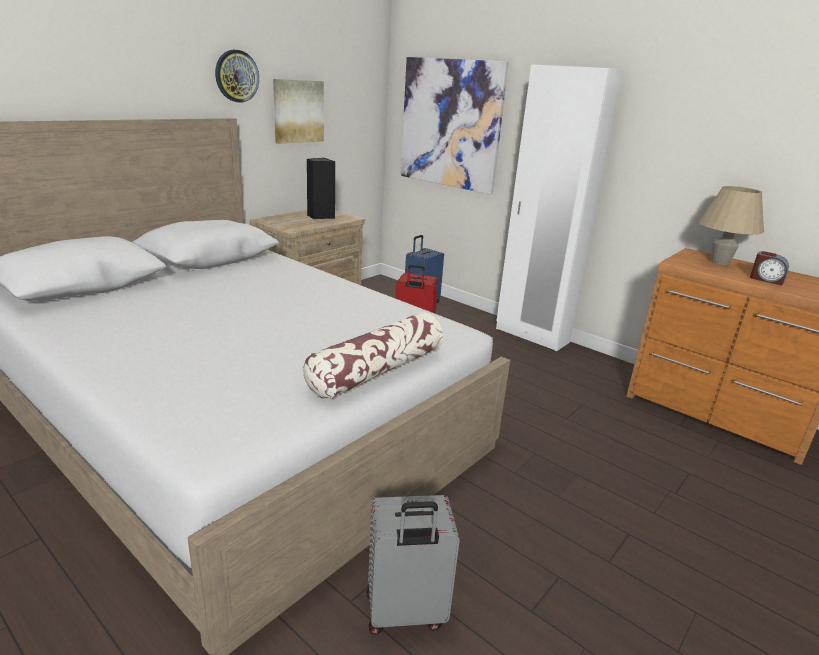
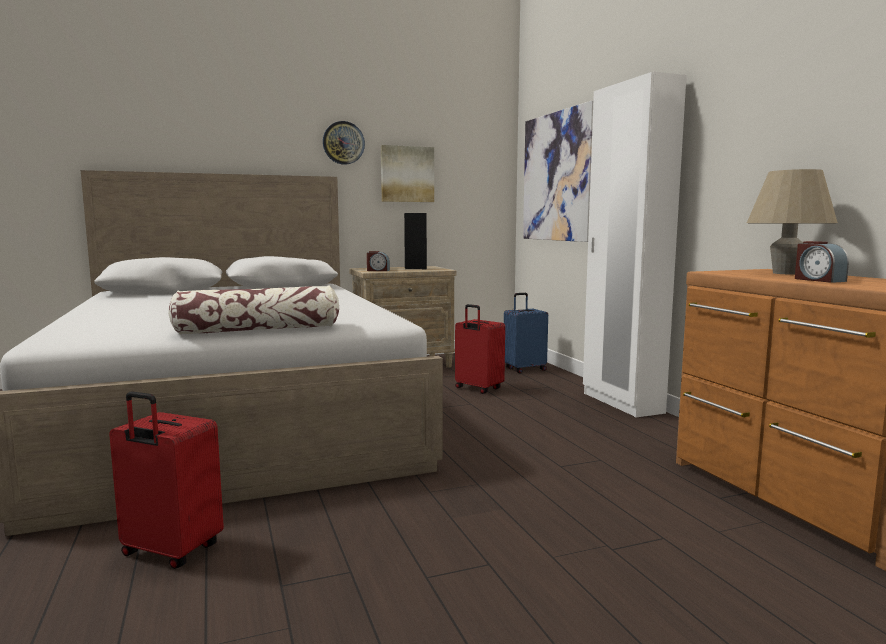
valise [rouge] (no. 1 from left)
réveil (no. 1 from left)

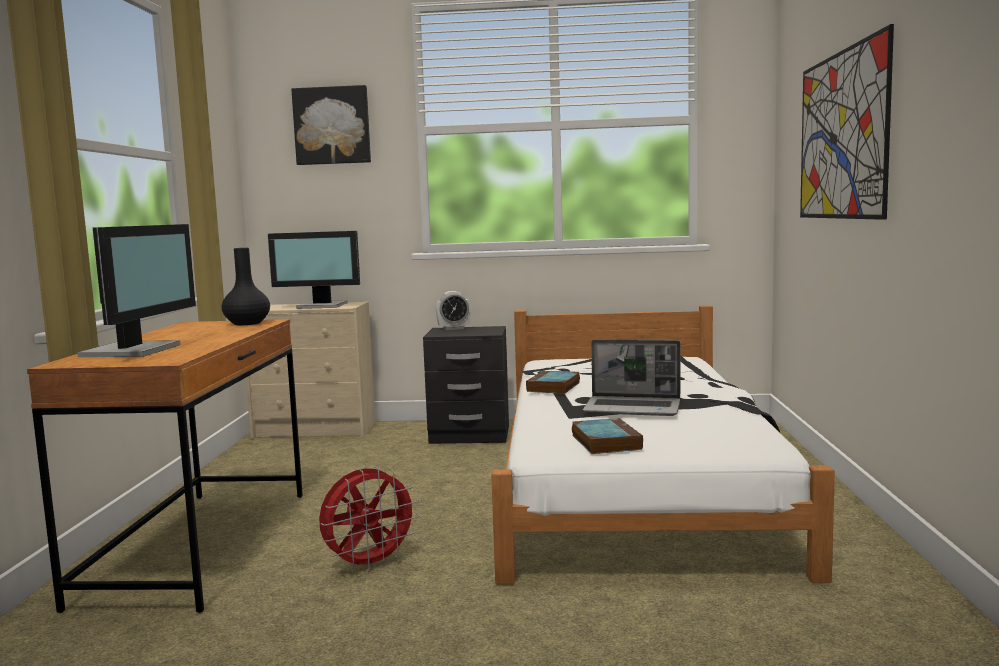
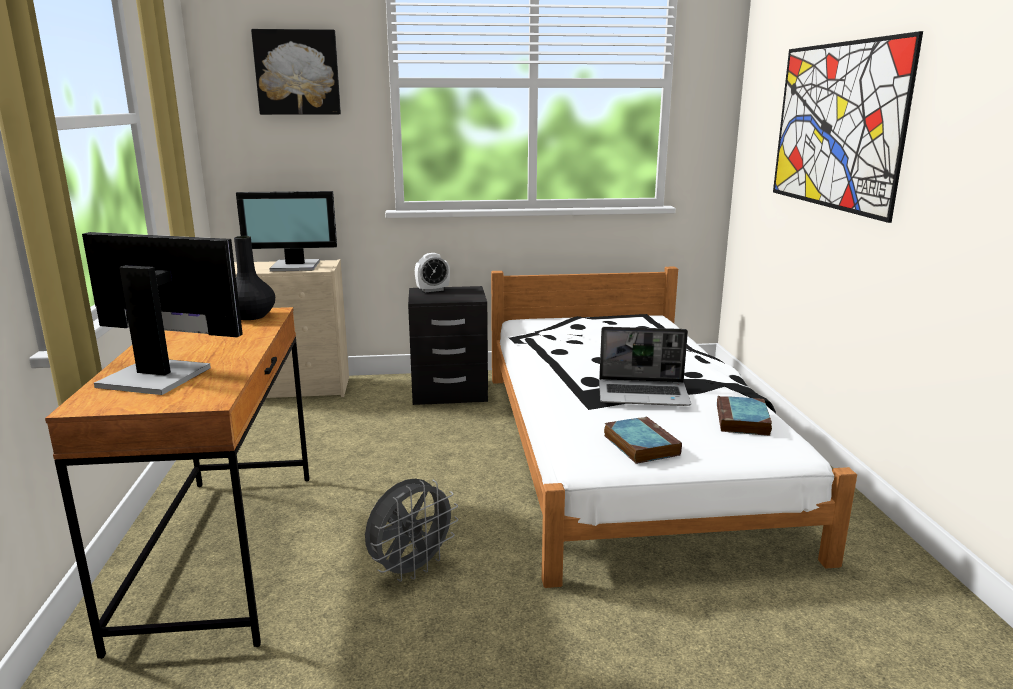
écran d'ordinateur (no. 1 from left)
livre (no. 2 from left)
ventilateur [gris]

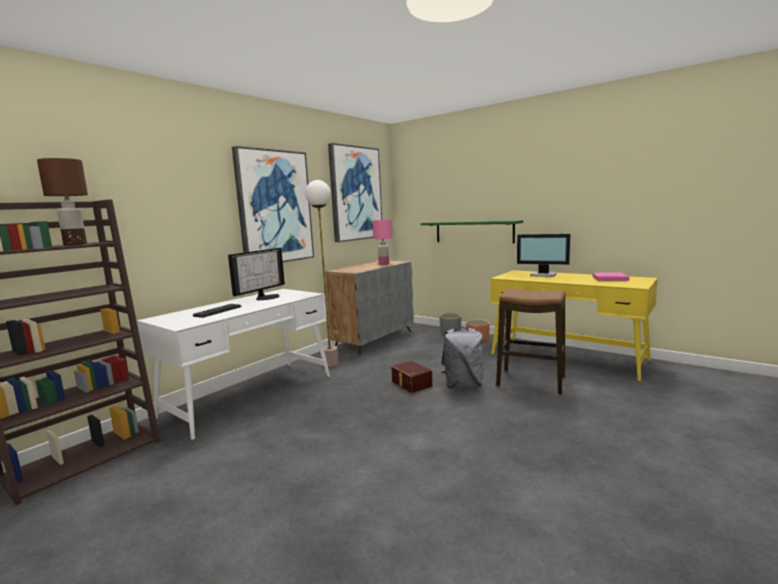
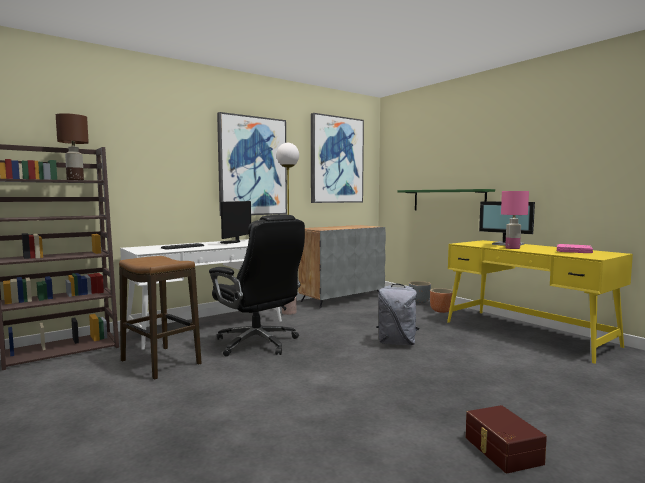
lampe de table [rose]
écran d'ordinateur (no. 1 from left)
tabouret
boîte de rangement [marron]
chaise de bureau [noir]

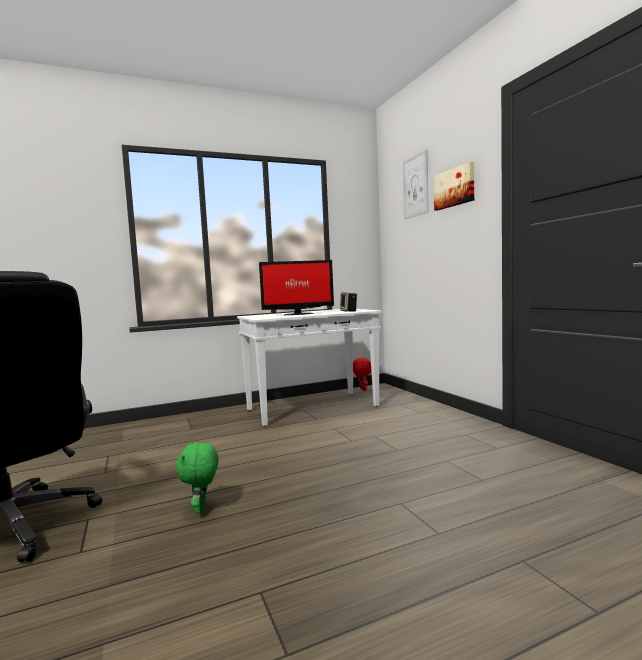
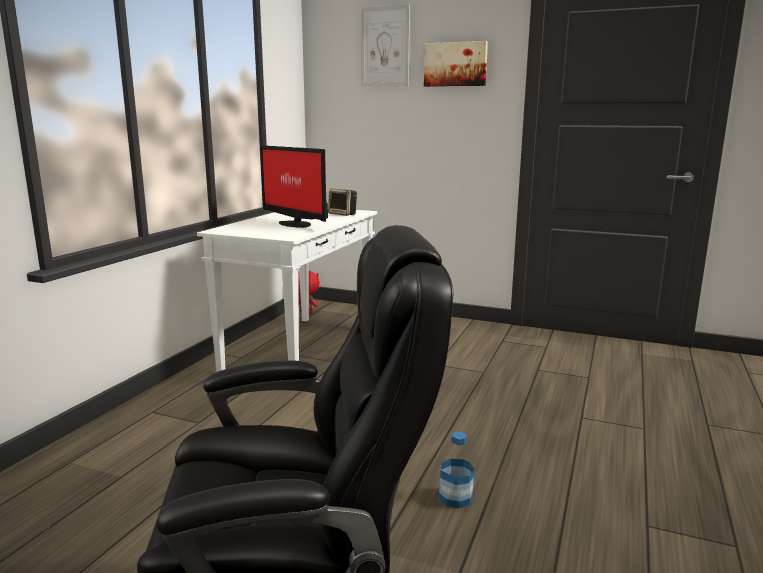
écran d'ordinateur
bouteille

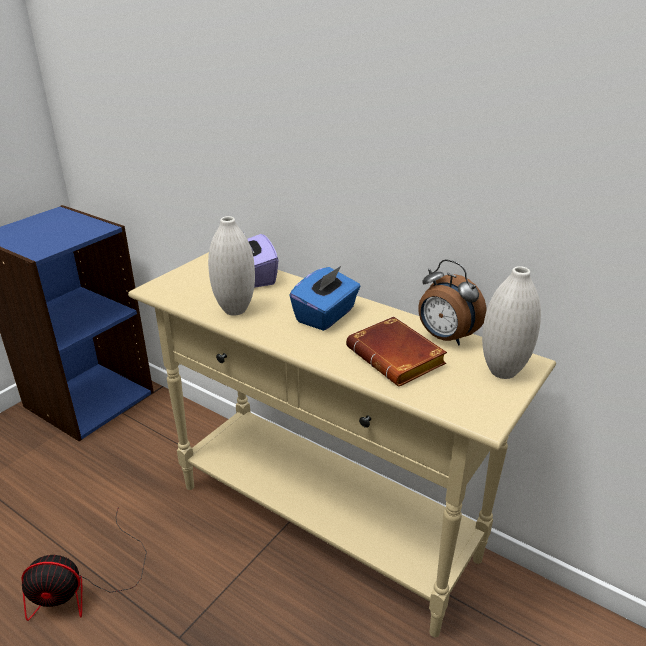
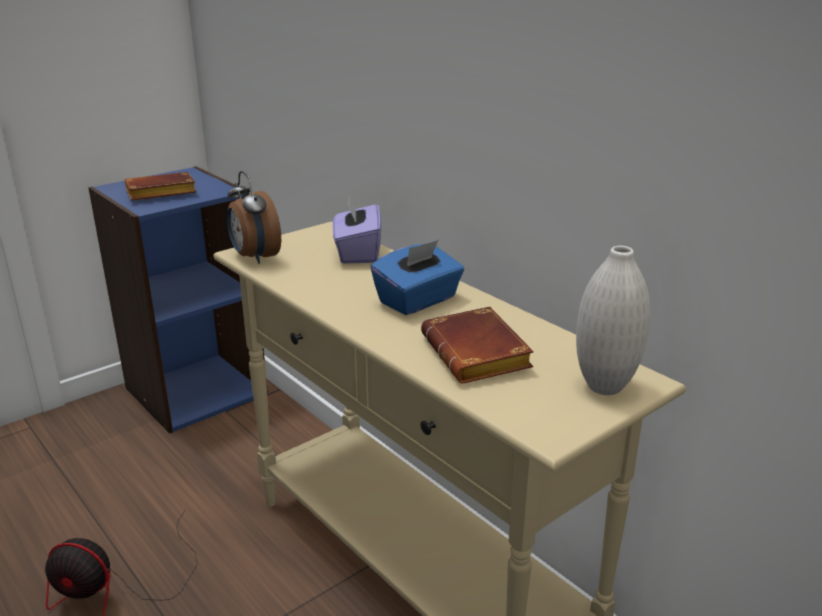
vase [blanc] (no. 1 from left in the first image)
réveil
livre [marron] (no. 1 from left)

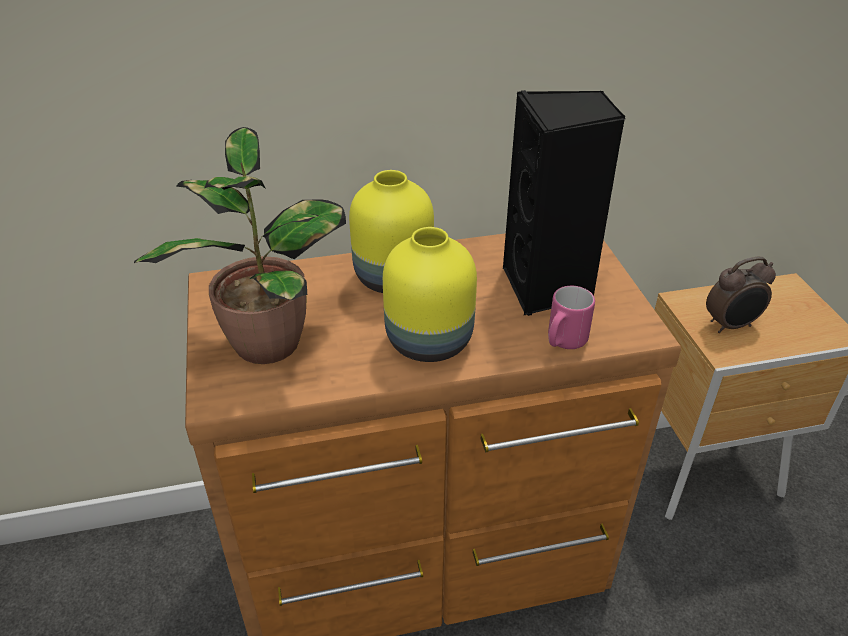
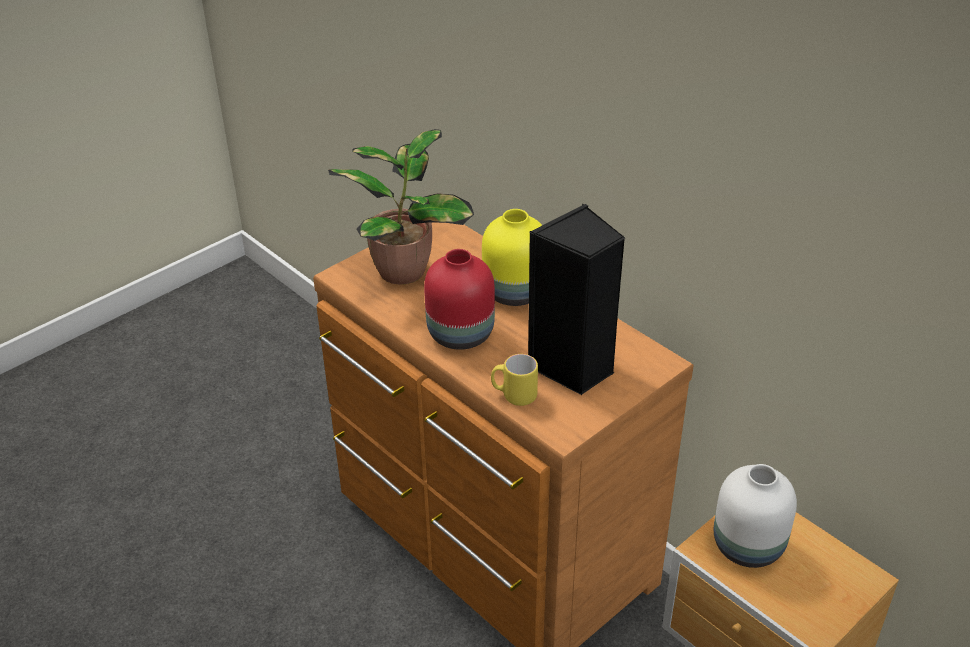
vase [rouge]
vase [blanc]
mug [jaune]

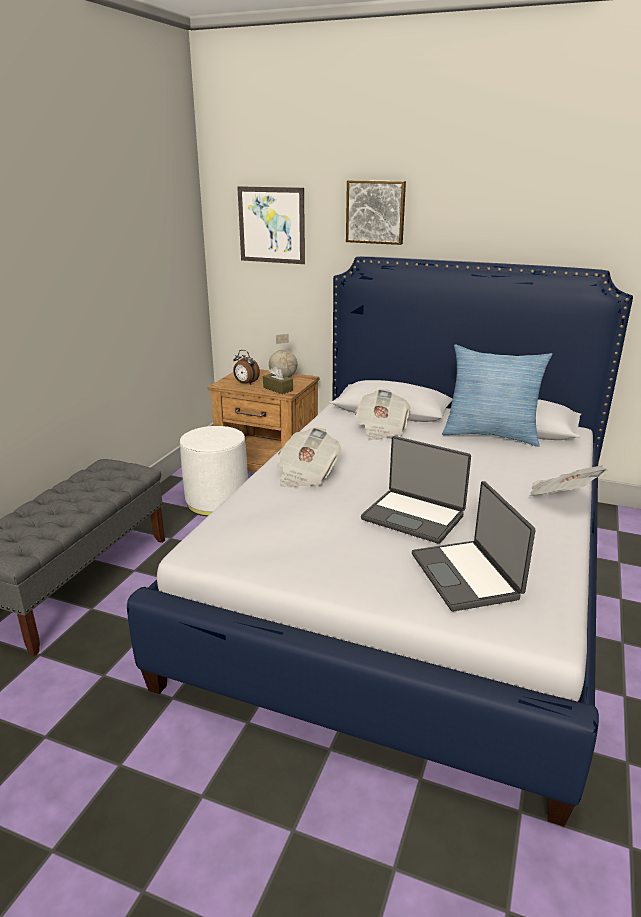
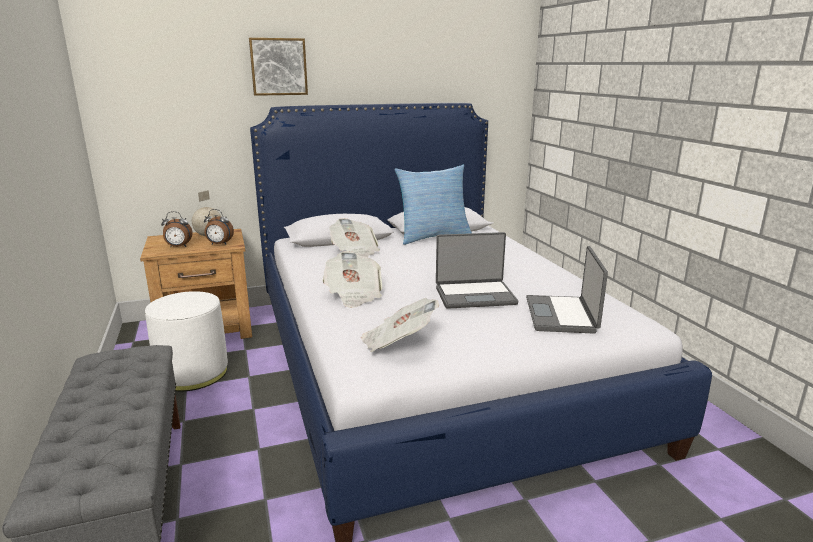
tableau (no. 1 from left in the first image)
réveil (no. 2 from left)
journal (no. 3 from left)
ordinateur portable (no. 2 from left)

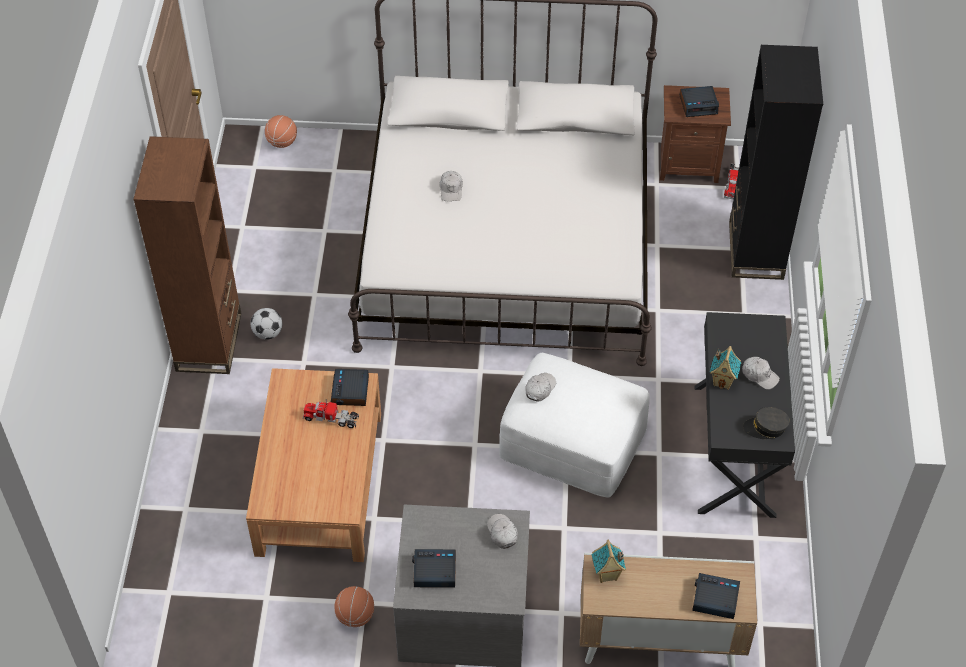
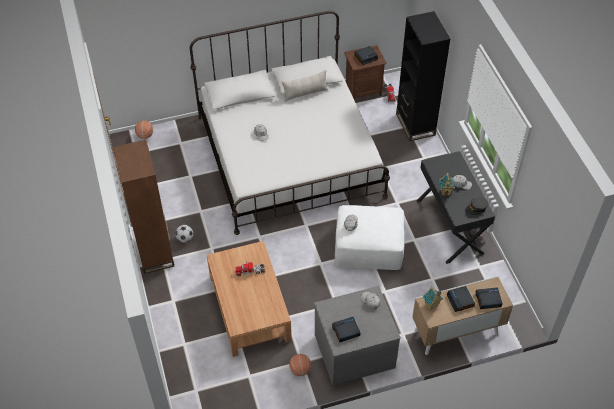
réveil (no. 3 from left)
coussin [beige]

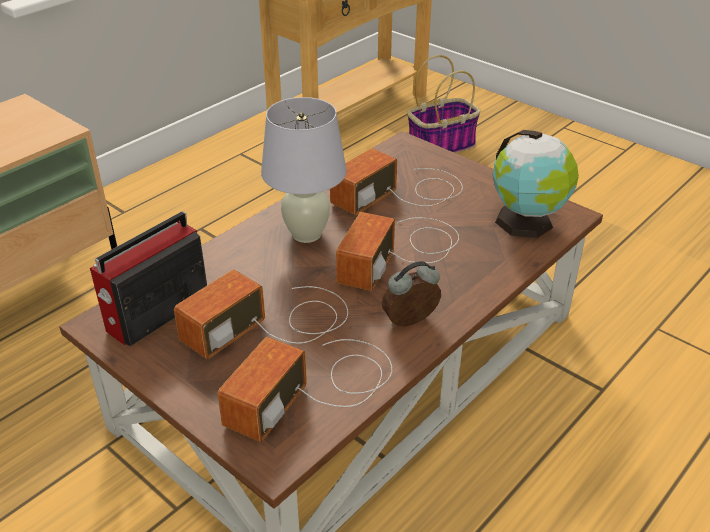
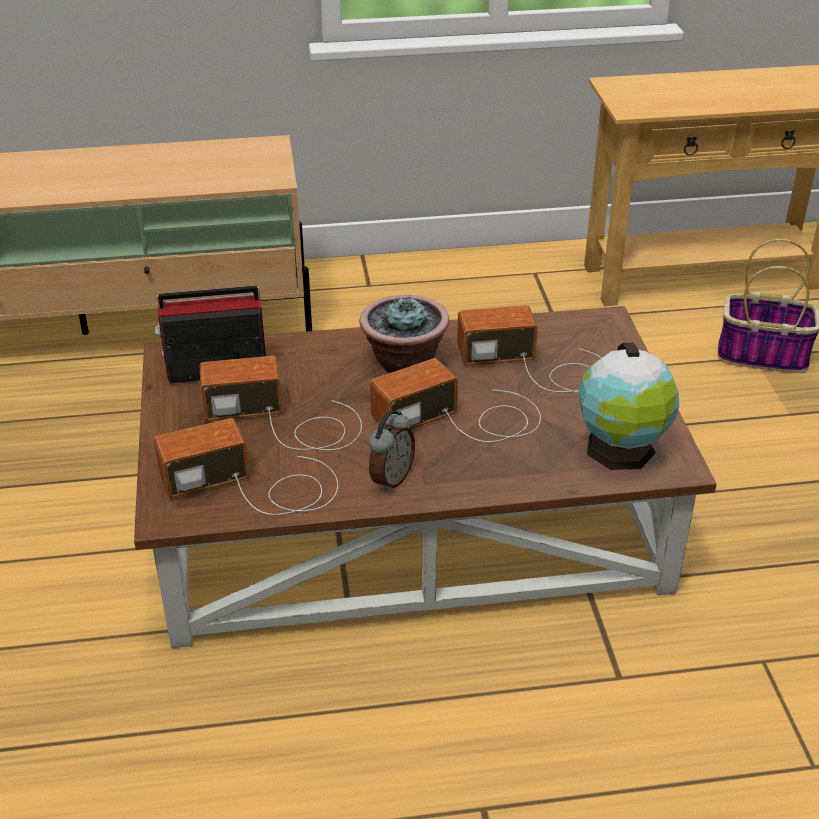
plante en pot
réveil

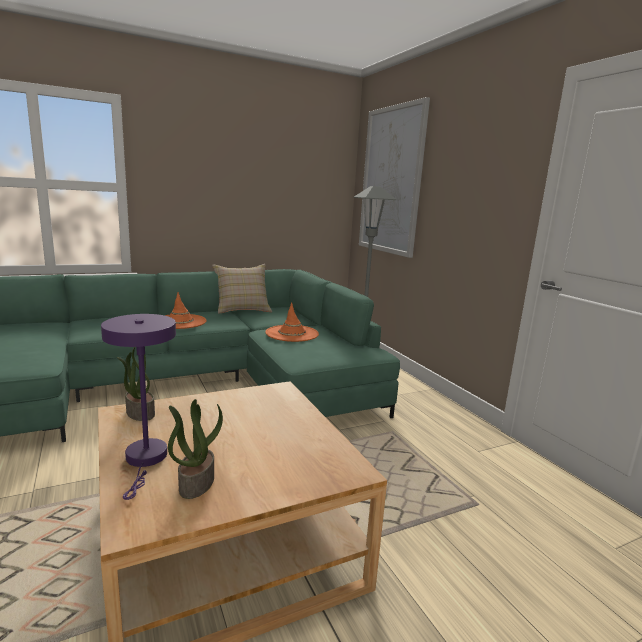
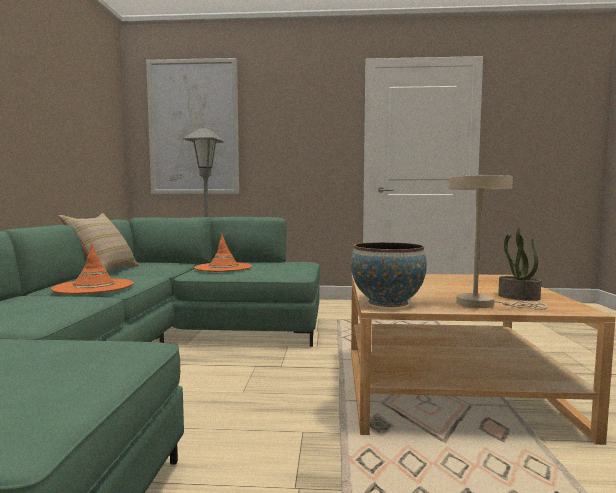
lampe de table [beige]
bol

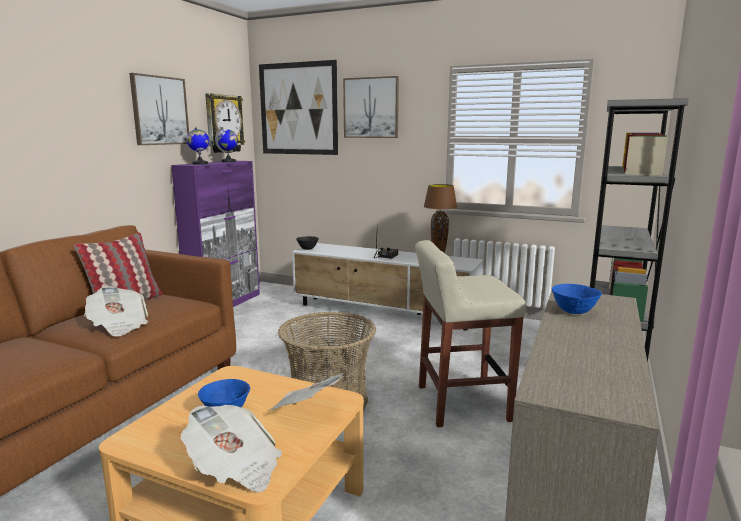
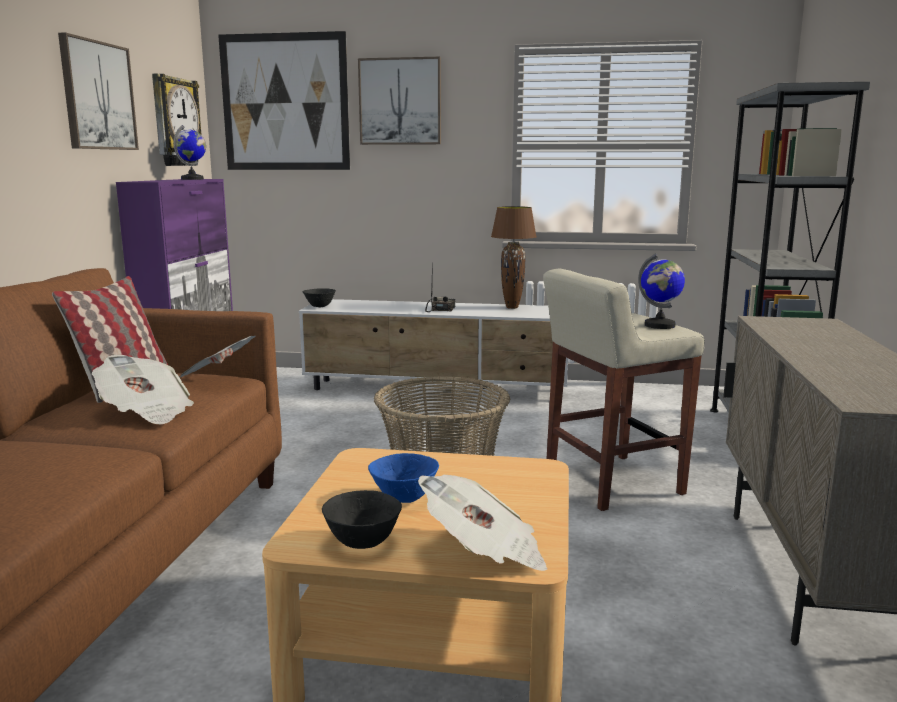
globe (no. 2 from left)
bol [bleu] (no. 2 from left in the first image)
journal (no. 2 from left)
bol [noir] (no. 2 from left)

